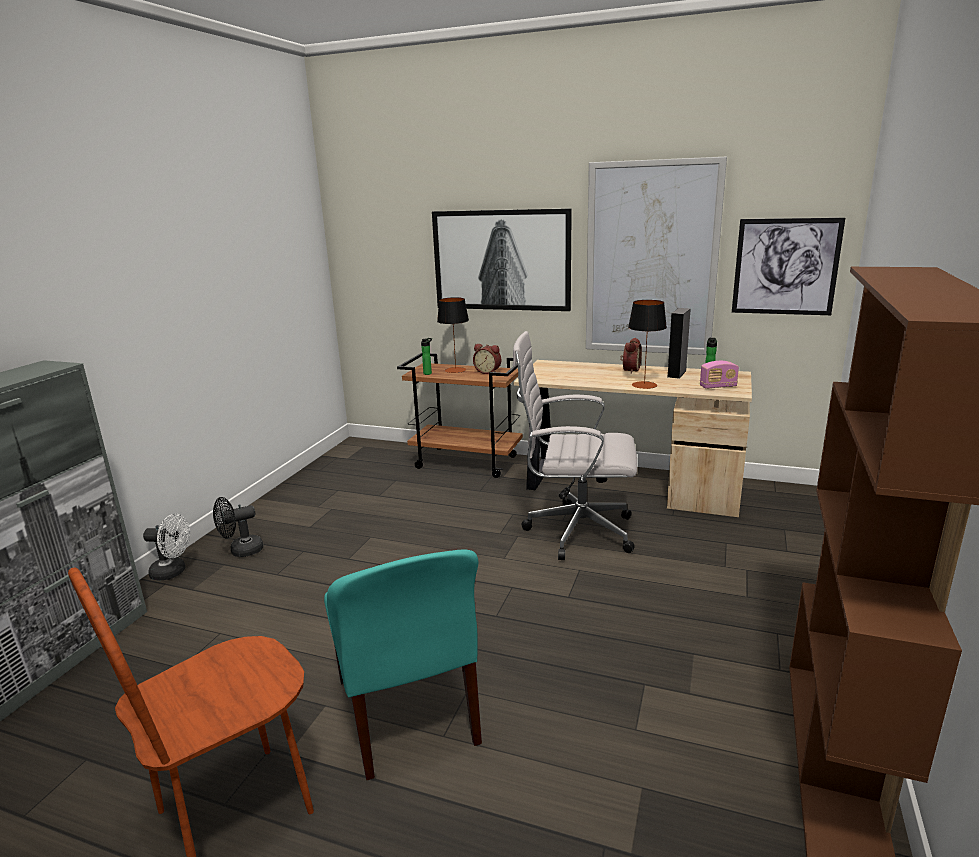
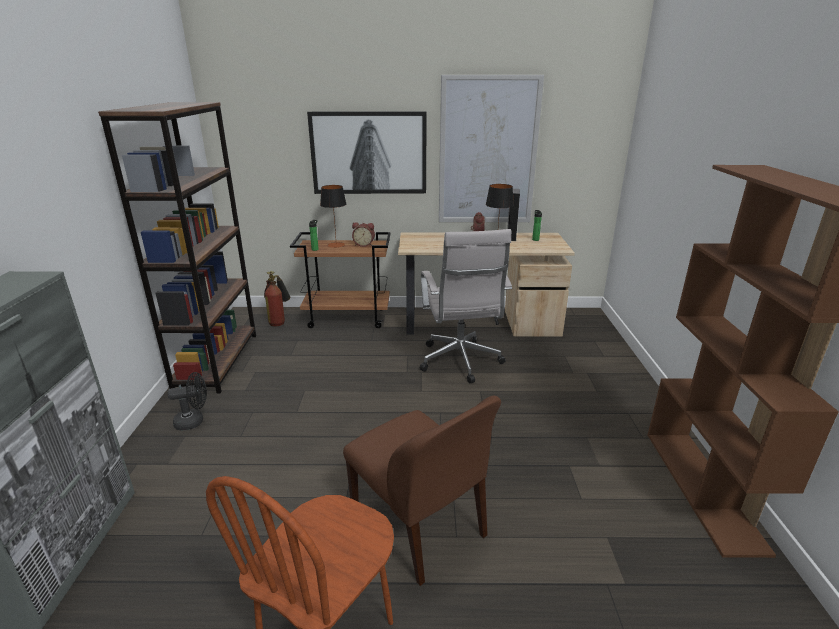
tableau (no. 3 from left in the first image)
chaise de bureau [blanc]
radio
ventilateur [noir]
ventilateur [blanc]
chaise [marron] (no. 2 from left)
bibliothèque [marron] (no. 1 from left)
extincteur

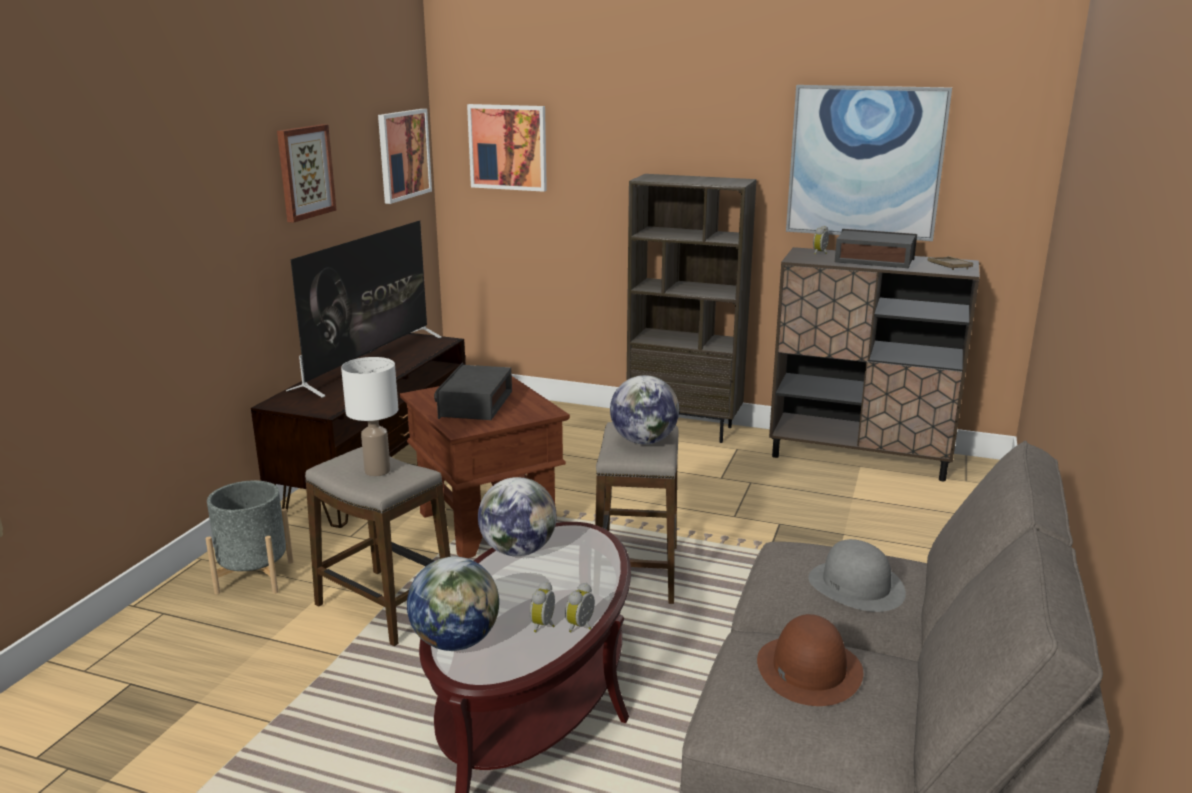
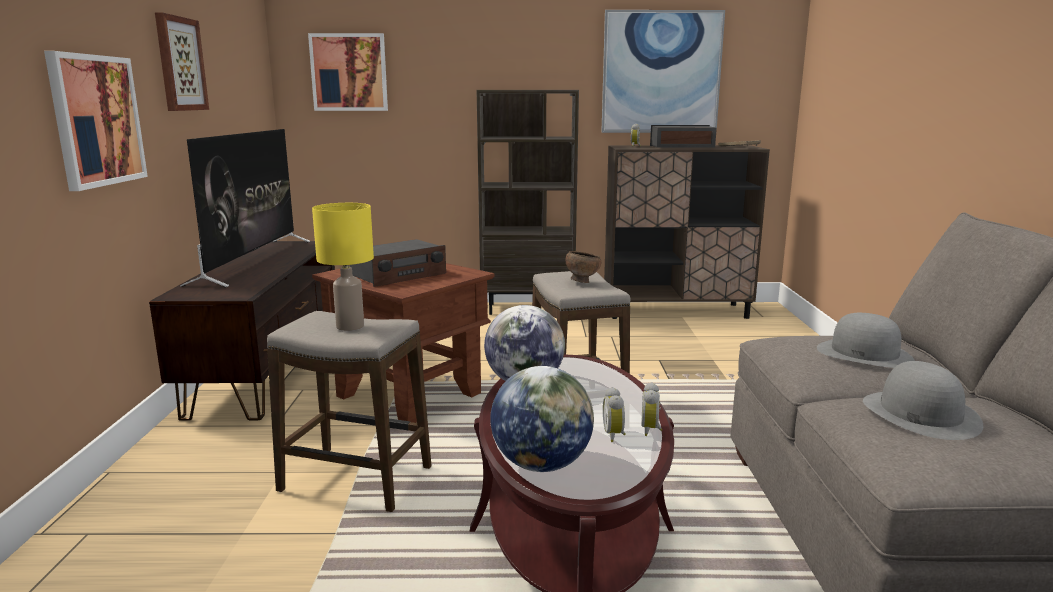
tableau (no. 1 from left)
lampe de table [jaune]
radio (no. 1 from left)
bol [marron]
cache-pot [gris]
chapeau [gris] (no. 2 from left)

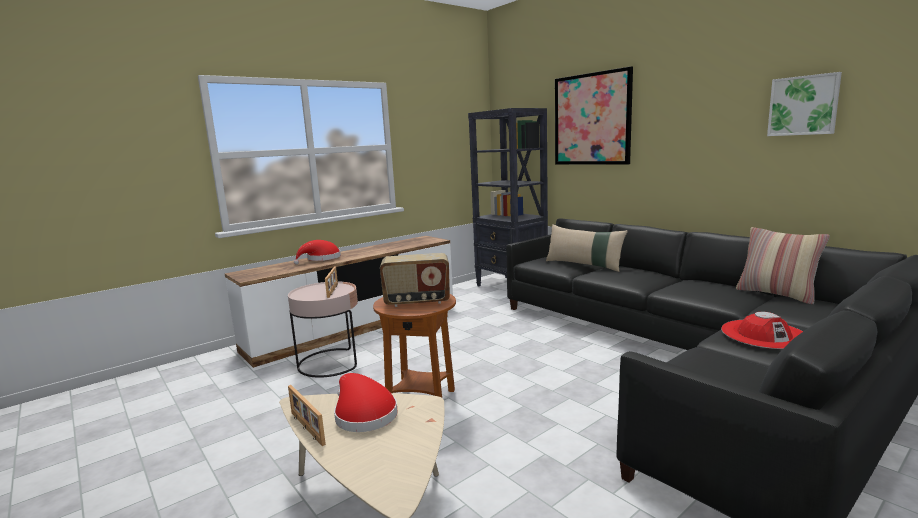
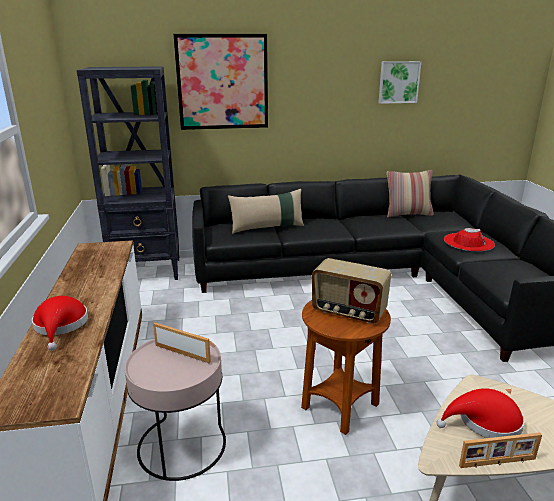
radio

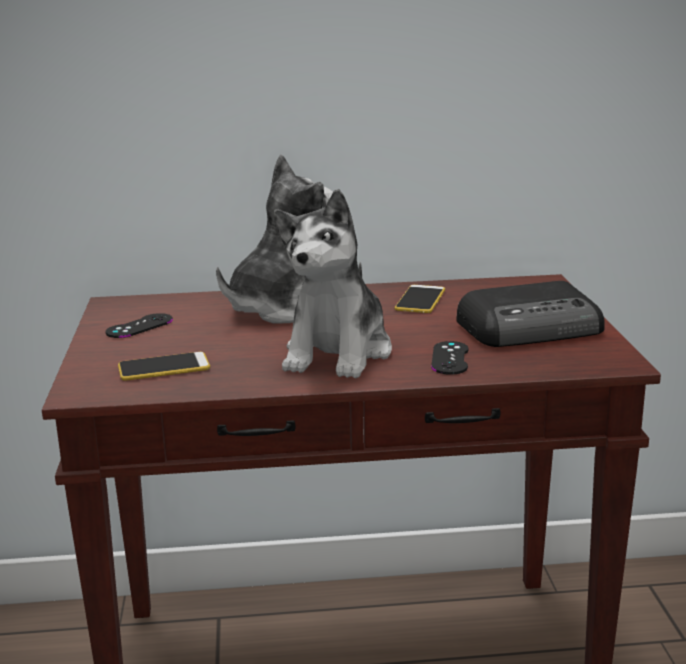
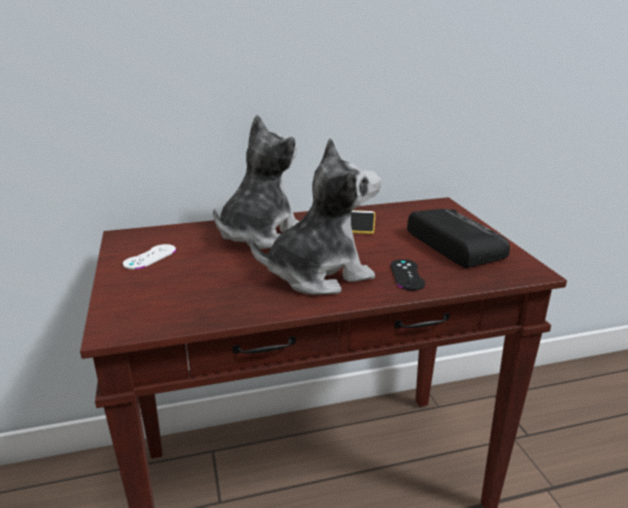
peluche (no. 2 from left)
radio
manette [blanc]
téléphone (no. 1 from left in the first image)

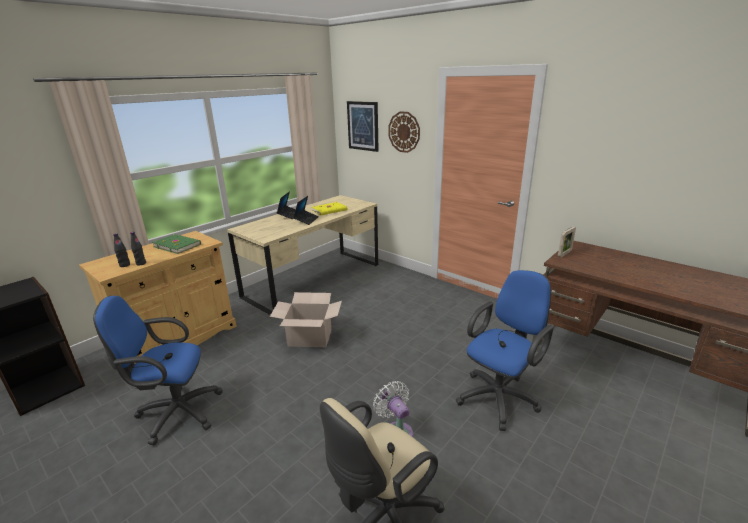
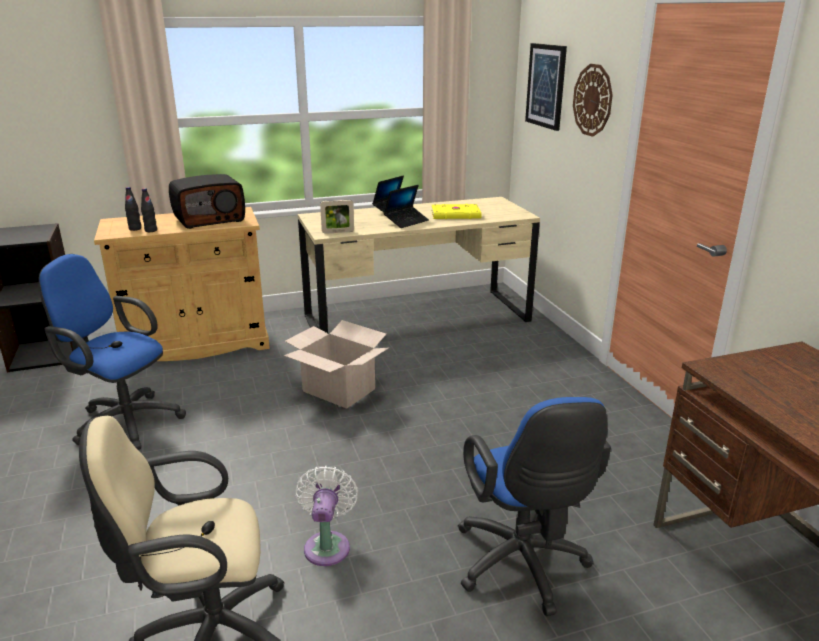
cadre photo
radio
chaise de bureau [bleu] (no. 2 from left)

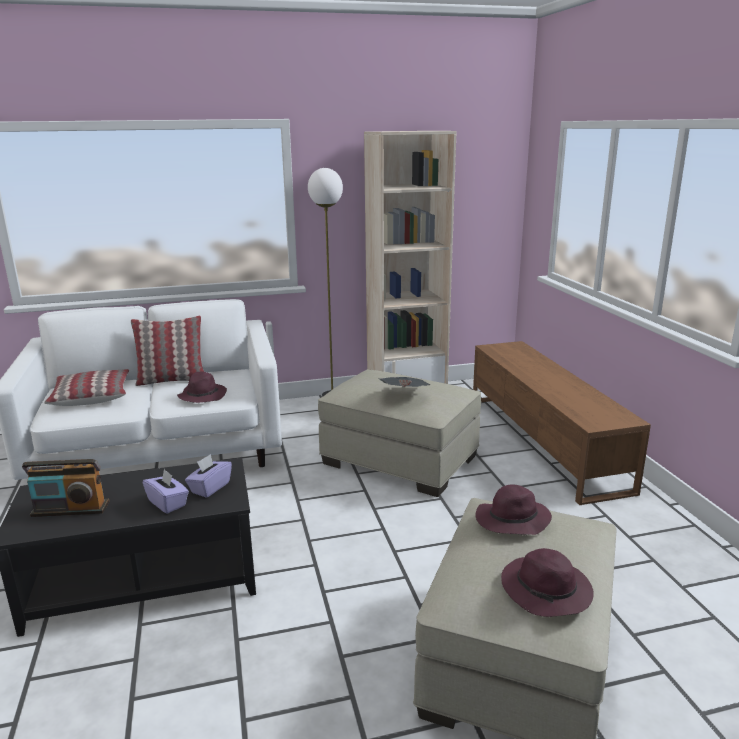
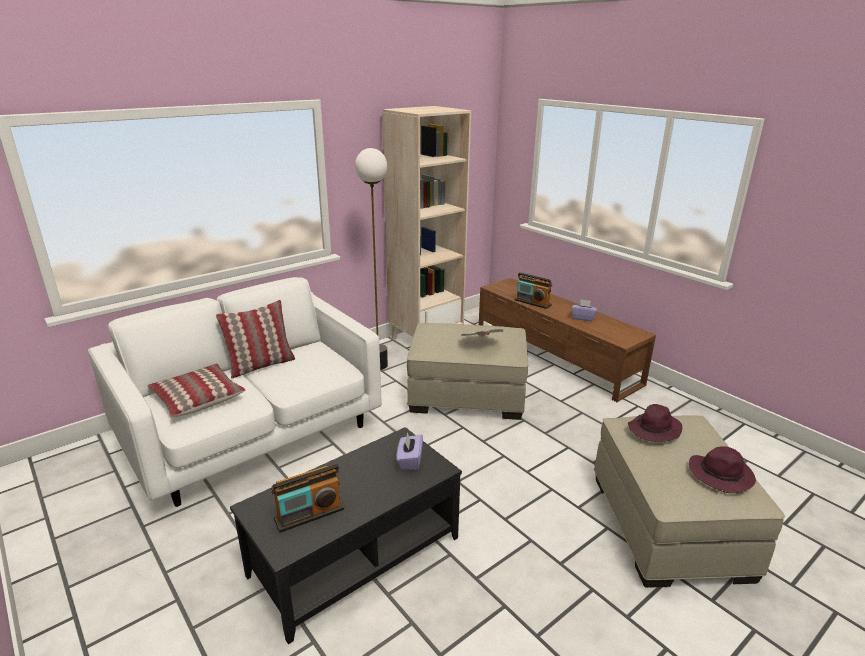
chapeau [violet] (no. 1 from left in the first image)
boîte à mouchoirs [violet] (no. 2 from left)
radio (no. 2 from left)

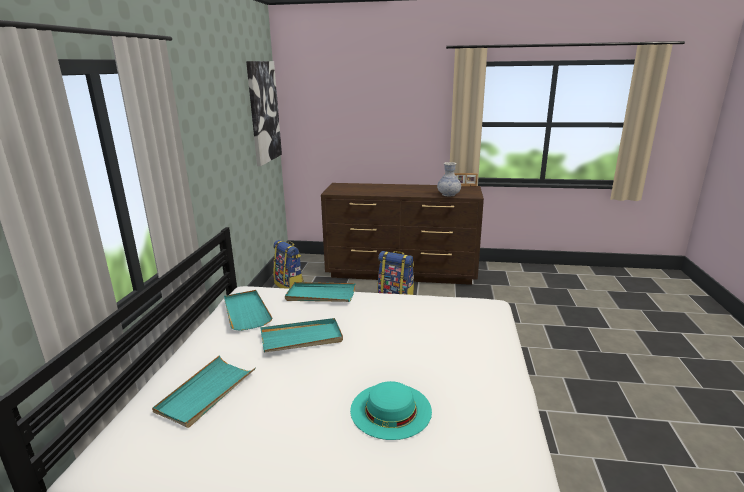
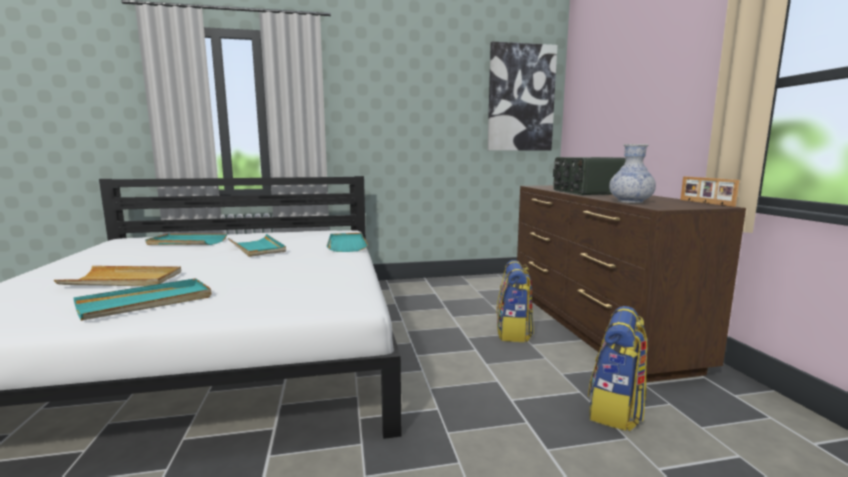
sac à dos (no. 2 from left)
plateau [turquoise] (no. 1 from left)
plateau [beige]
radio

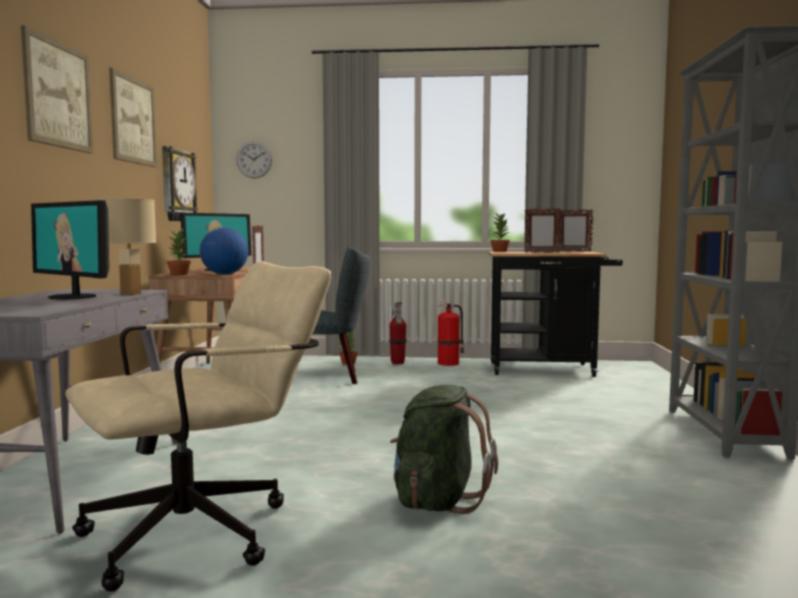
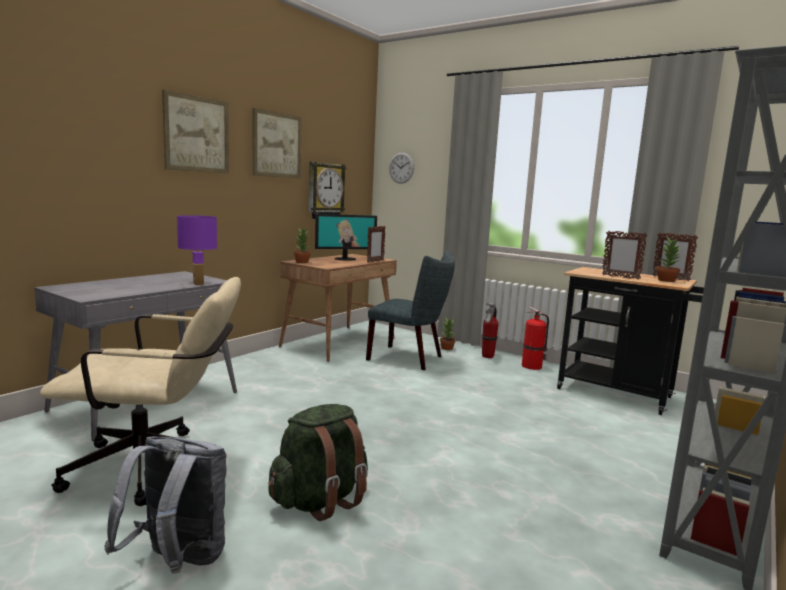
lampe de table [violet]
écran d'ordinateur (no. 1 from left in the first image)
plante en pot (no. 3 from left)
globe
sac à dos [gris]

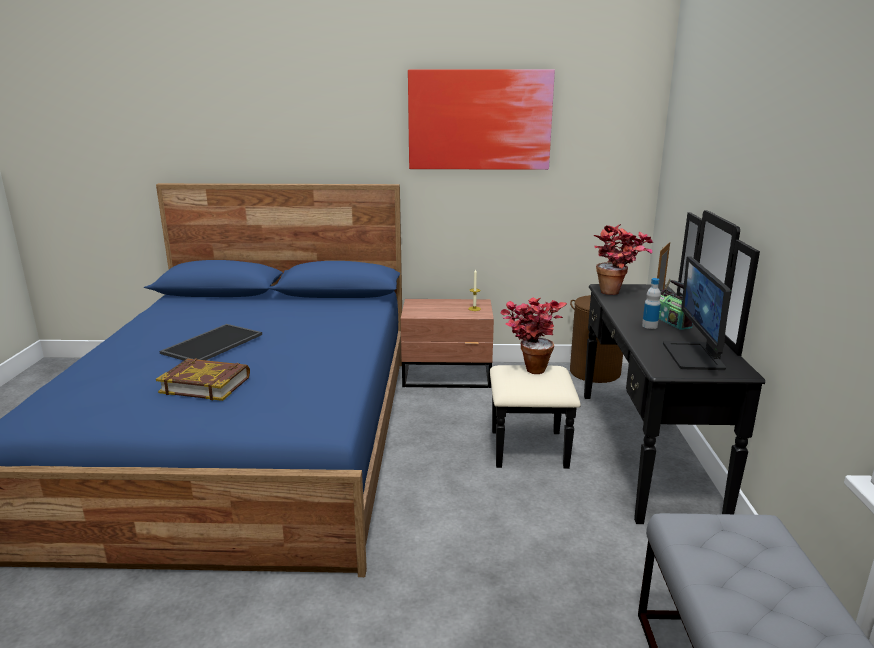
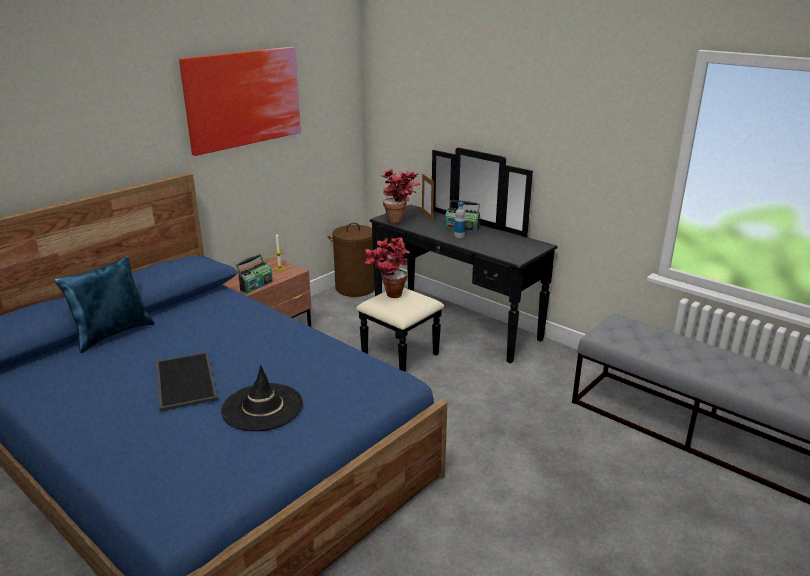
écran d'ordinateur
chapeau [noir]
radio (no. 1 from left)
coussin [bleu]

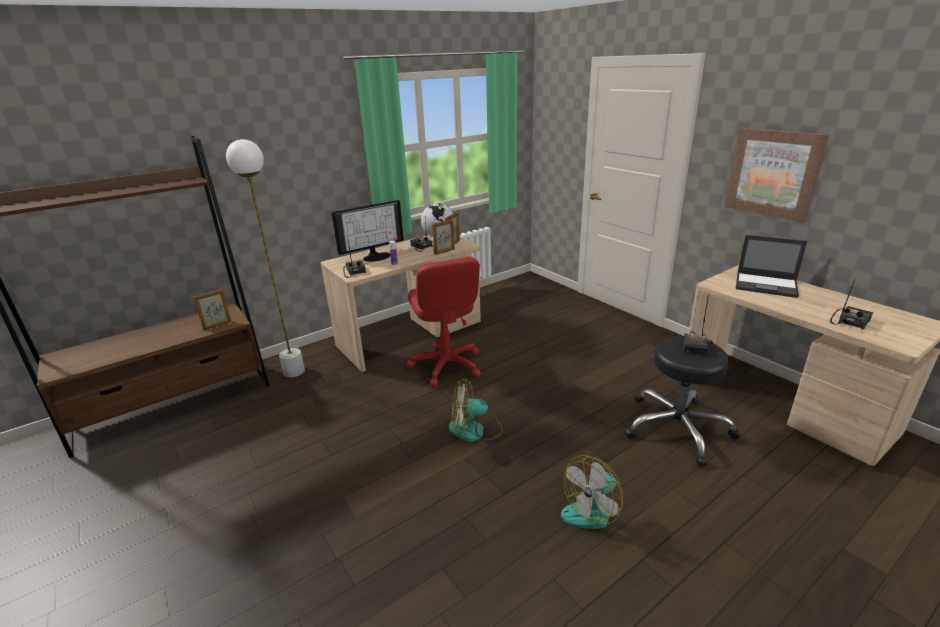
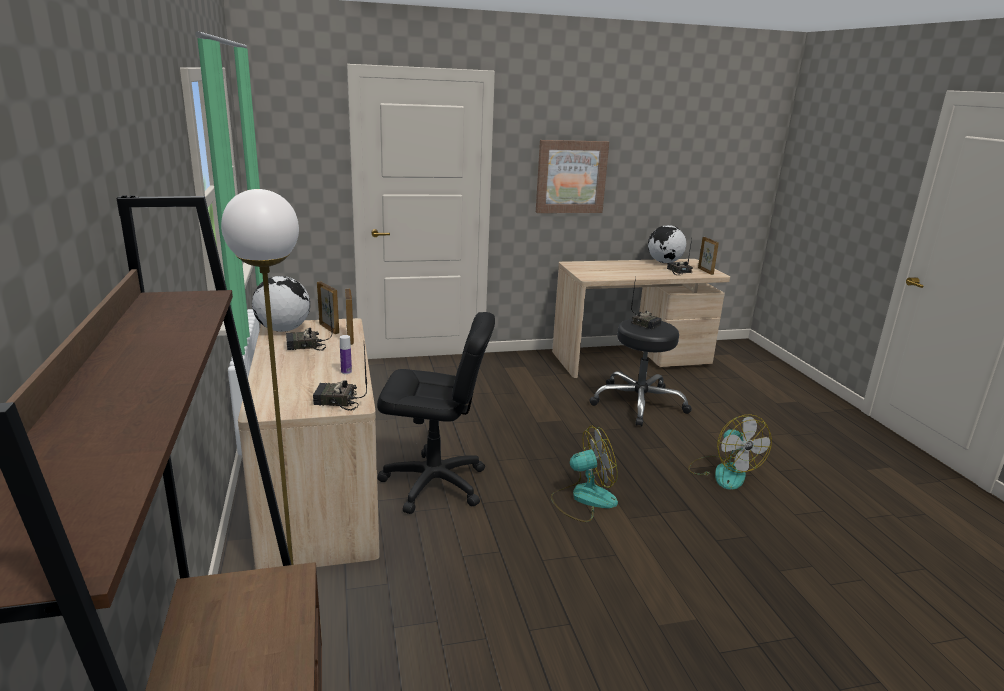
écran d'ordinateur
ordinateur portable
chaise de bureau [noir]
cadre photo (no. 3 from left)
ventilateur (no. 1 from left)
globe (no. 2 from left)

